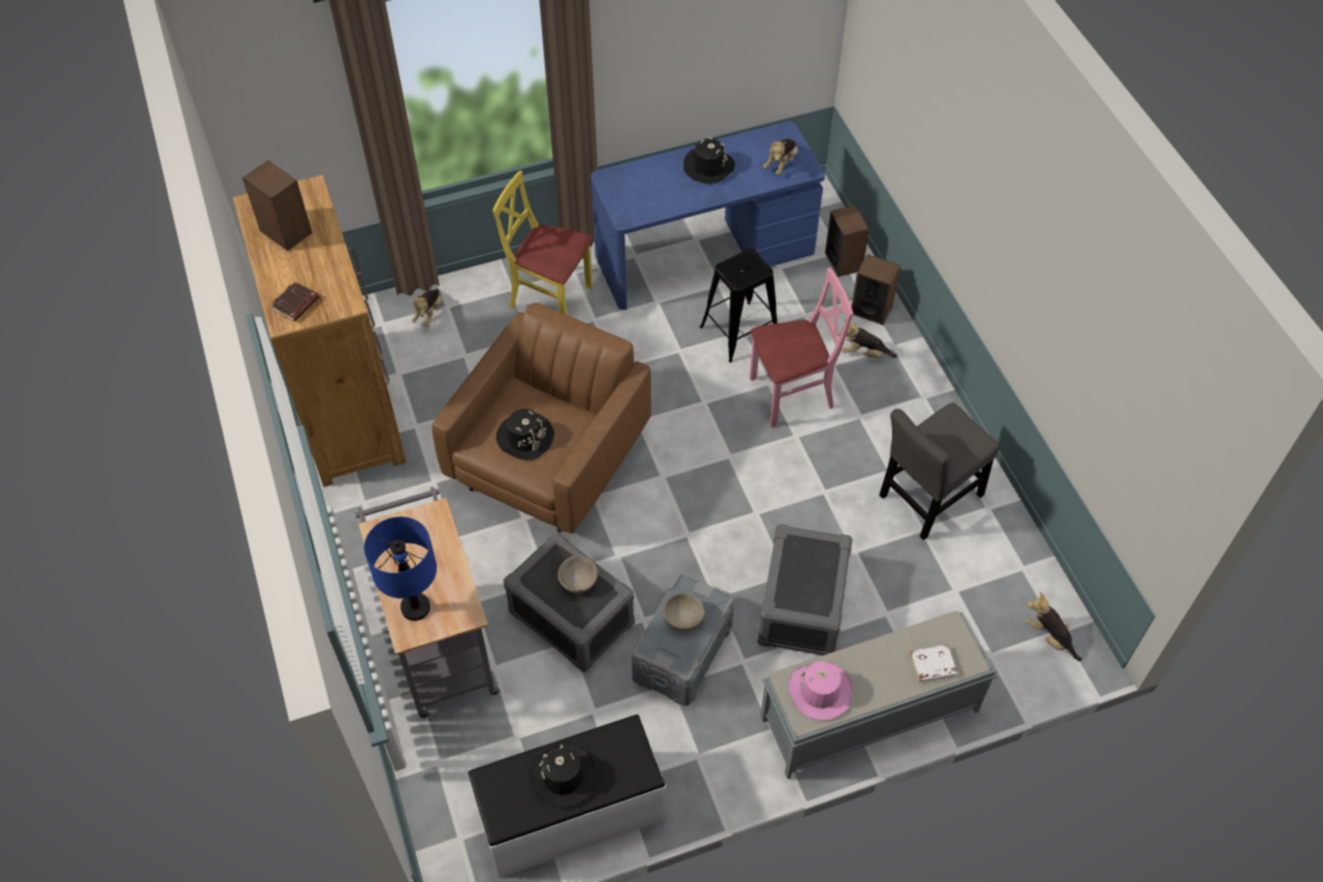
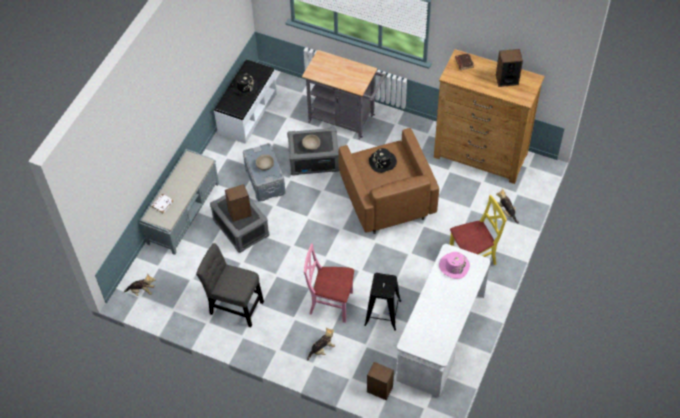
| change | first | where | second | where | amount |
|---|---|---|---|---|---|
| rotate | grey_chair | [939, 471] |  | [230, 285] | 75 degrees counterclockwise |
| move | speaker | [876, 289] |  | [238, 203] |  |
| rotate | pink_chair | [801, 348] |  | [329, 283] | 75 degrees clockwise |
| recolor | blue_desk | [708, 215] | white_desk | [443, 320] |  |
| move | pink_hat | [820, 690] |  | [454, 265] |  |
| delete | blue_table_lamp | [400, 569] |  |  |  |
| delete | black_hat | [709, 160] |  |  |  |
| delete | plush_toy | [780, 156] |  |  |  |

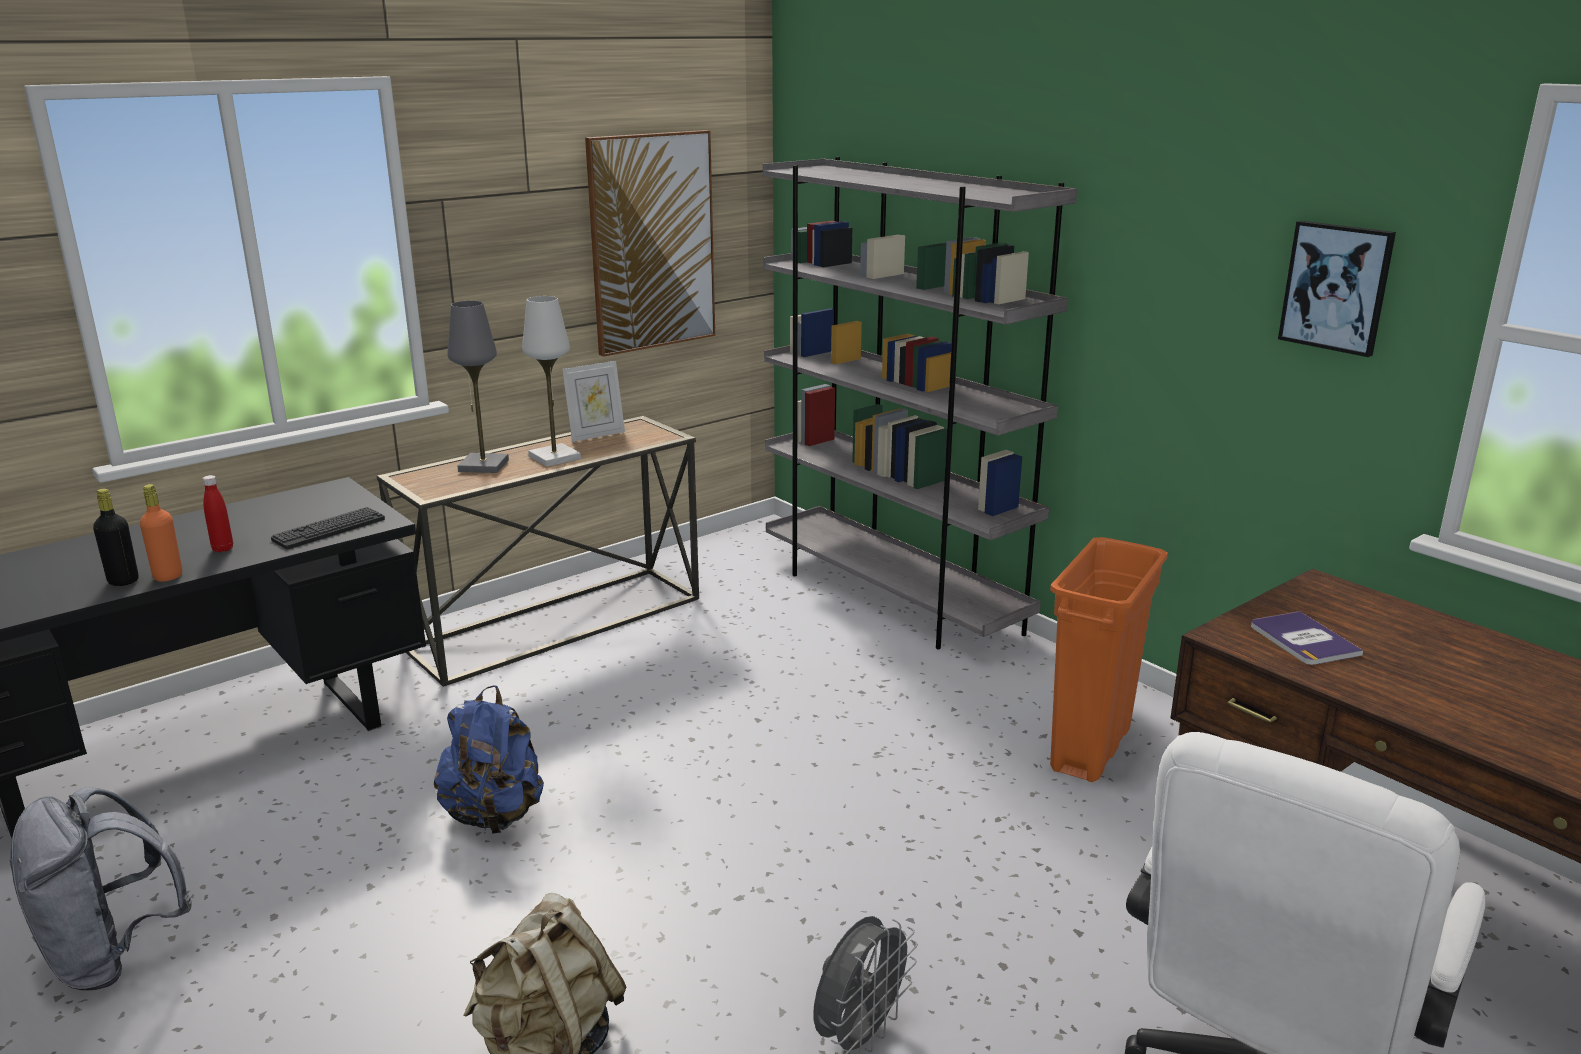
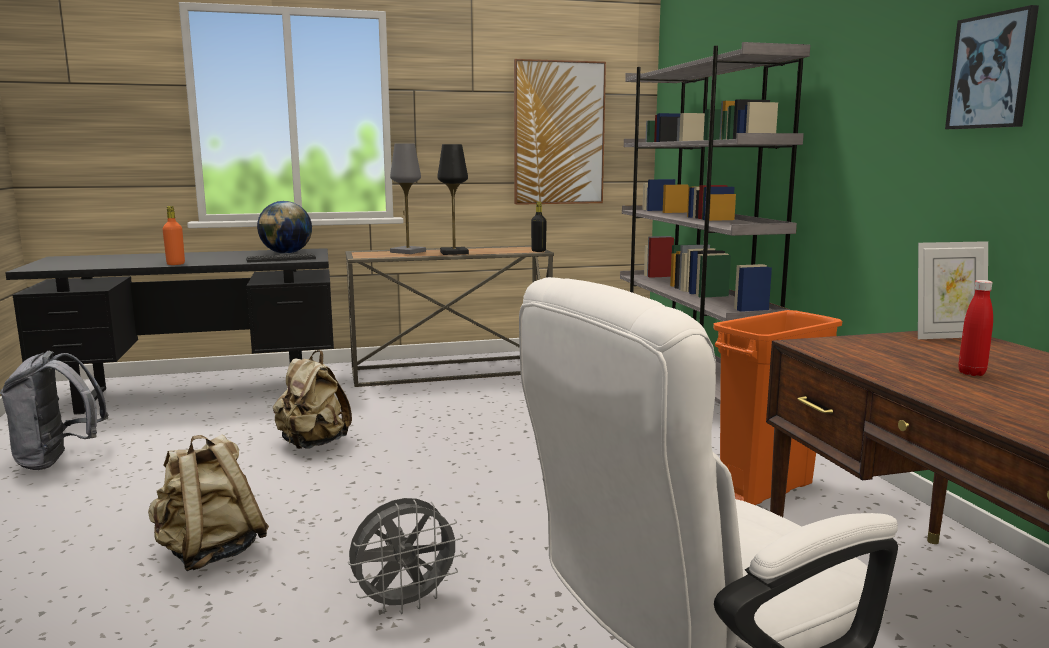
| change | first | where | second | where | amount |
|---|---|---|---|---|---|
| insert |  |  | globe | [284, 227] |  |
| recolor | blue_backpack | [489, 759] | beige_backpack | [312, 399] |  |
| recolor | white_table_lamp | [551, 381] | black_table_lamp | [453, 199] |  |
| move | black_bottle | [116, 537] |  | [539, 227] |  |
| move | picture_frame | [593, 401] |  | [953, 290] |  |
| move | red_bottle | [217, 513] |  | [975, 328] |  |
| delete | book | [1307, 638] |  |  |  |

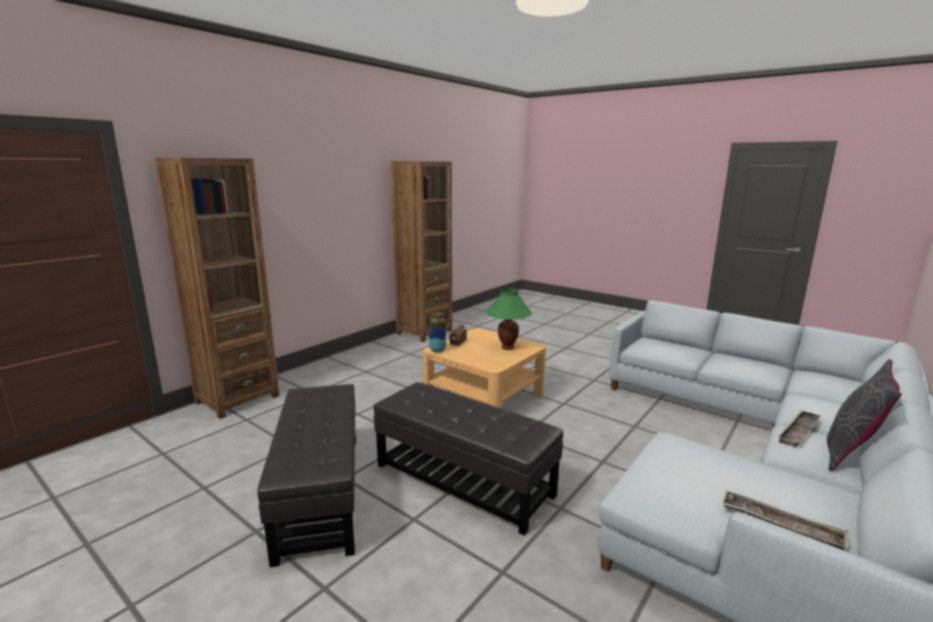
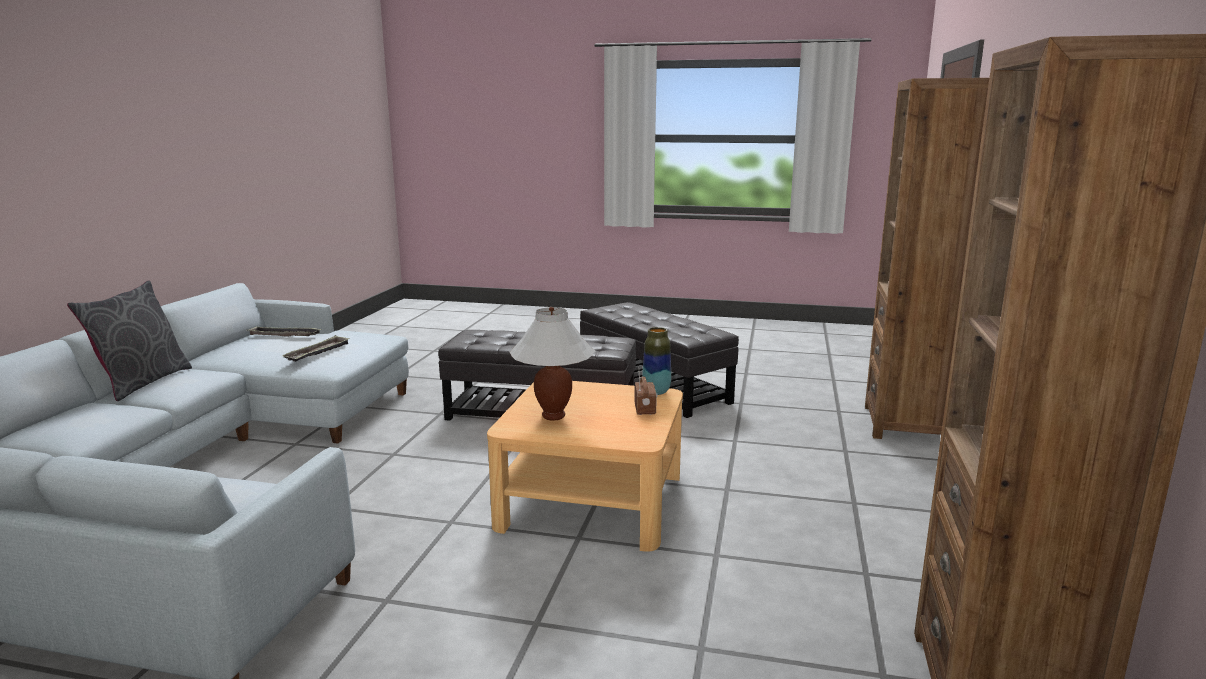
| change | first | where | second | where | amount |
|---|---|---|---|---|---|
| move | tray | [799, 428] |  | [316, 348] |  |
| recolor | green_table_lamp | [509, 319] | white_table_lamp | [552, 363] |  |

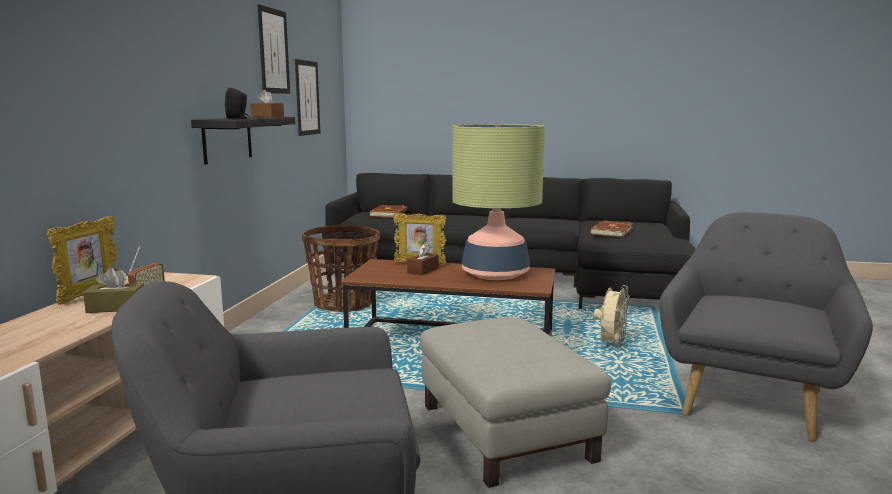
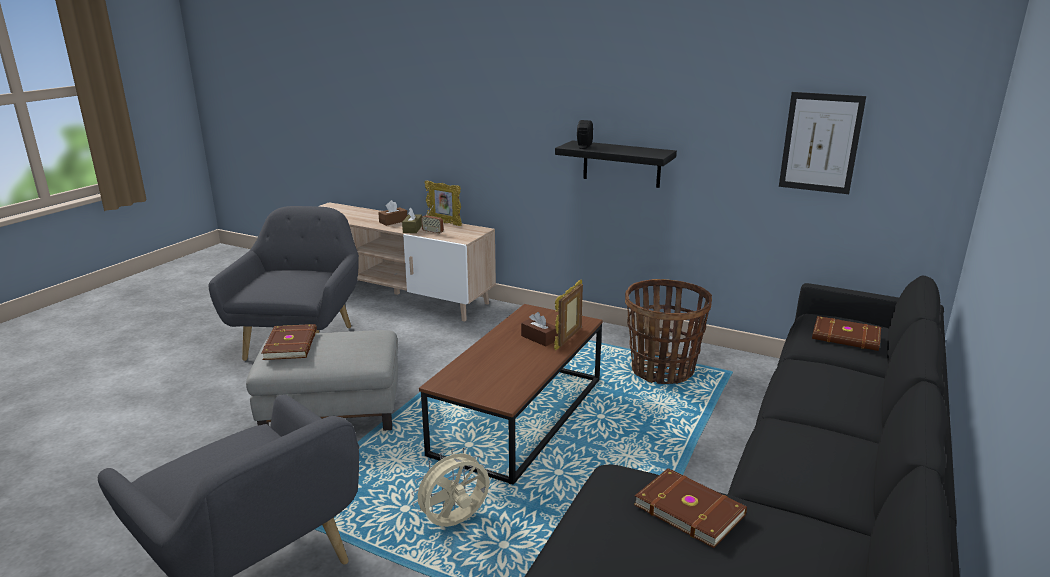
| change | first | where | second | where | amount |
|---|---|---|---|---|---|
| insert |  |  | brown_book | [289, 342] |  |
| move | brown_tissue_box | [267, 103] |  | [392, 213] |  |
| rotate | beige_fan | [612, 317] |  | [450, 487] | 105 degrees clockwise |
| delete | picture | [273, 49] |  |  |  |
| delete | table_lamp | [498, 202] |  |  |  |

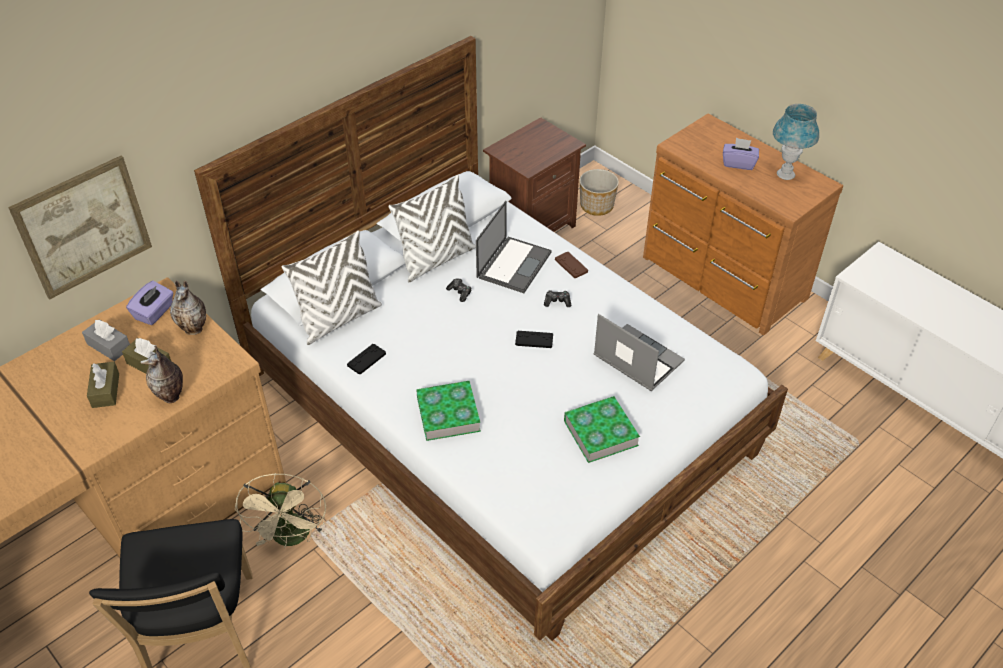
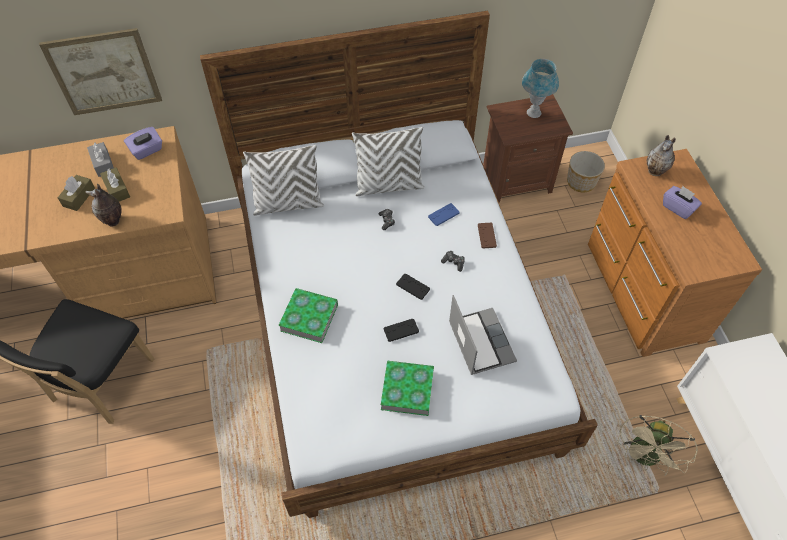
| change | first | where | second | where | amount |
|---|---|---|---|---|---|
| move | black_game_controller | [366, 359] |  | [401, 330] |  |
| replace | laptop | [514, 247] | blue_game_controller | [443, 214] |  |
| move | blue_table_lamp | [796, 142] |  | [540, 88] |  |
| move | beige_fan | [280, 510] |  | [657, 445] |  |
| move | vase | [188, 307] |  | [661, 155] |  |

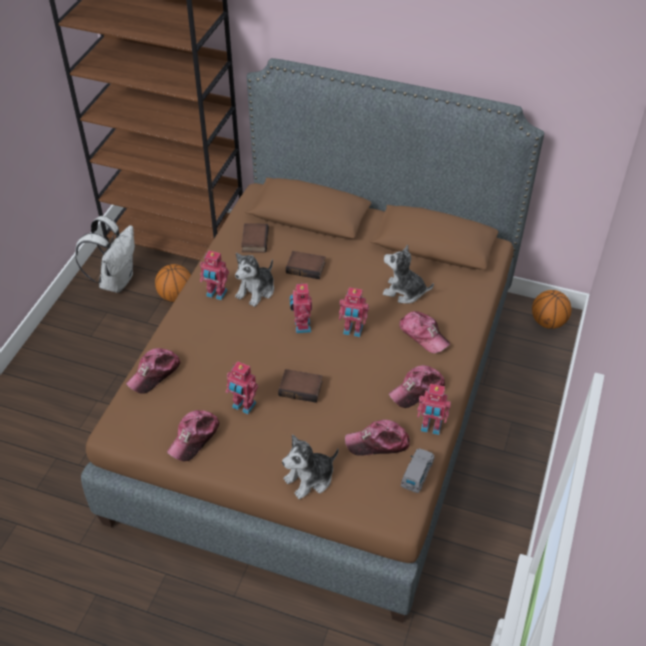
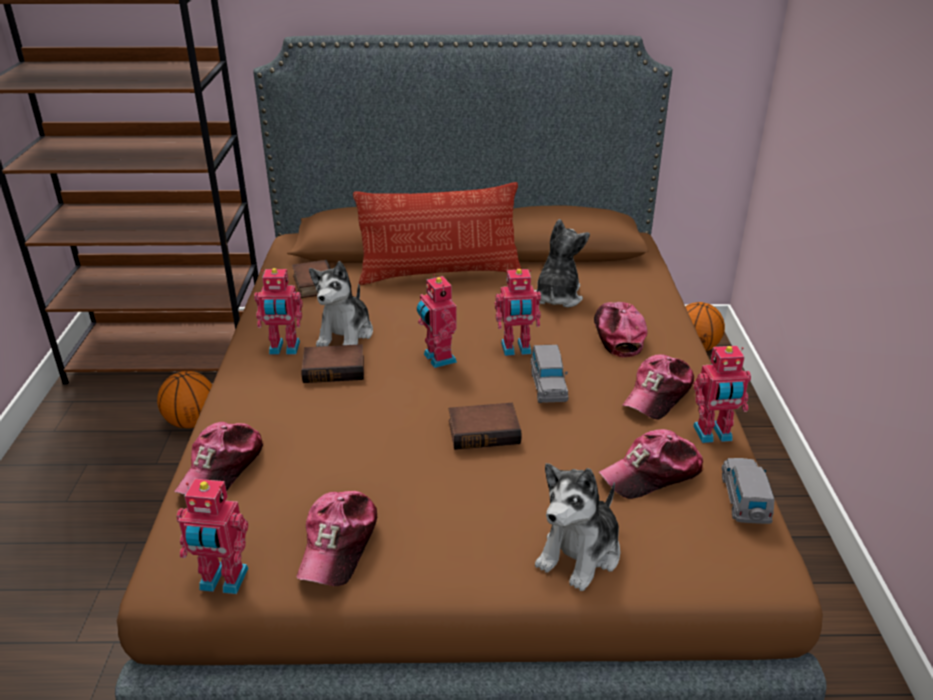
| change | first | where | second | where | amount |
|---|---|---|---|---|---|
| move | toy_robot | [242, 387] |  | [212, 536] |  |
| move | book | [306, 265] |  | [332, 363] |  |
| insert |  |  | pillow | [437, 233] |  |
| insert |  |  | grey_toy_car | [549, 374] |  |
| rotate | plush_toy | [408, 273] |  | [562, 263] | 105 degrees clockwise |
| rotate | cap | [424, 332] |  | [621, 330] | 120 degrees counterclockwise |
| delete | white_backpack | [105, 254] |  |  |  |

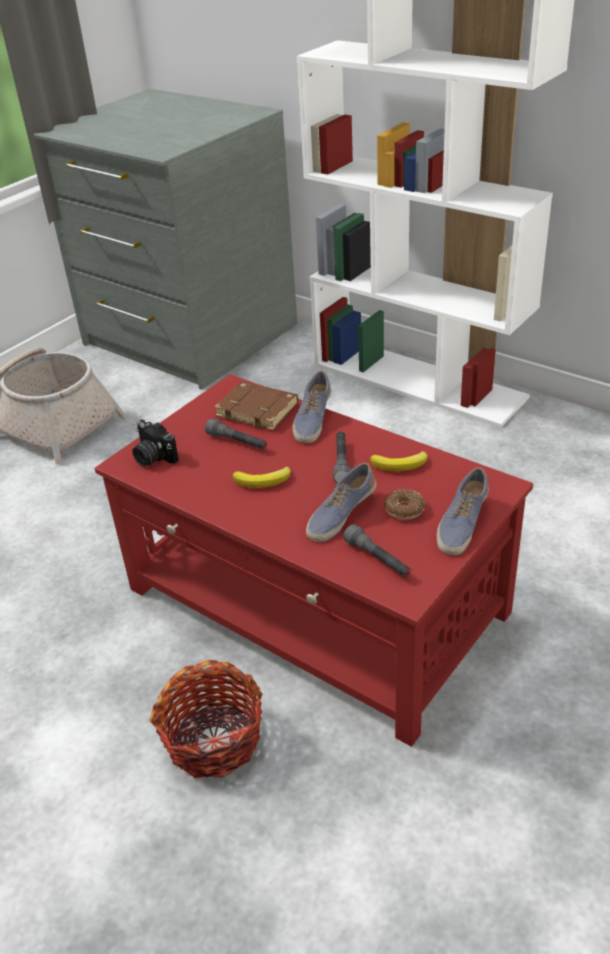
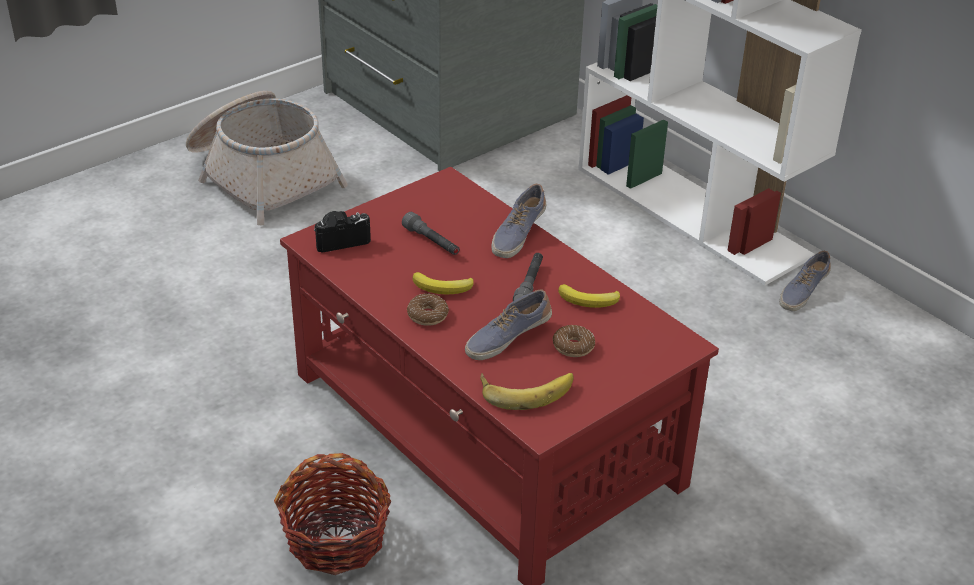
| change | first | where | second | where | amount |
|---|---|---|---|---|---|
| rotate | photo_camera | [155, 443] |  | [342, 231] | 105 degrees clockwise |
| insert |  |  | donut | [428, 310] |  |
| replace | grey_flashlight | [377, 550] | banana | [527, 391] |  |
| move | shoe | [463, 511] |  | [805, 281] |  |
| delete | brown_book | [256, 406] |  |  |  |

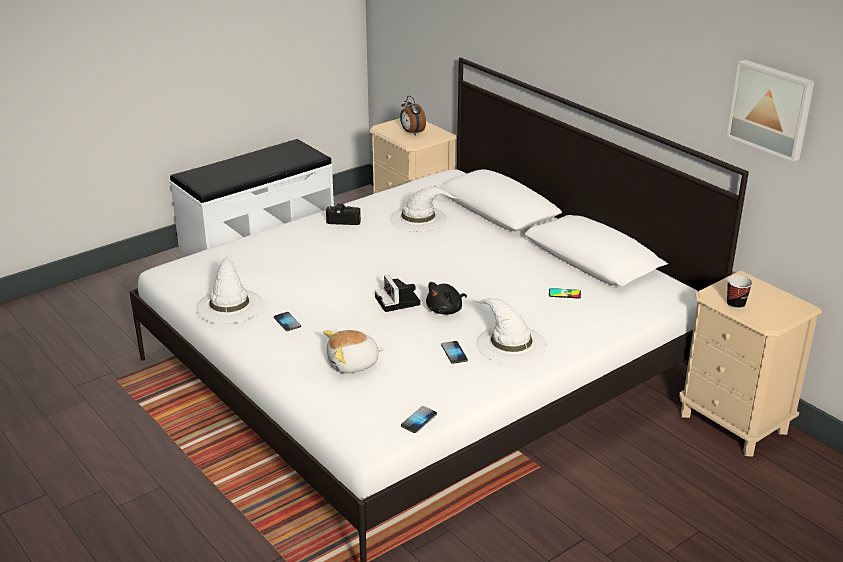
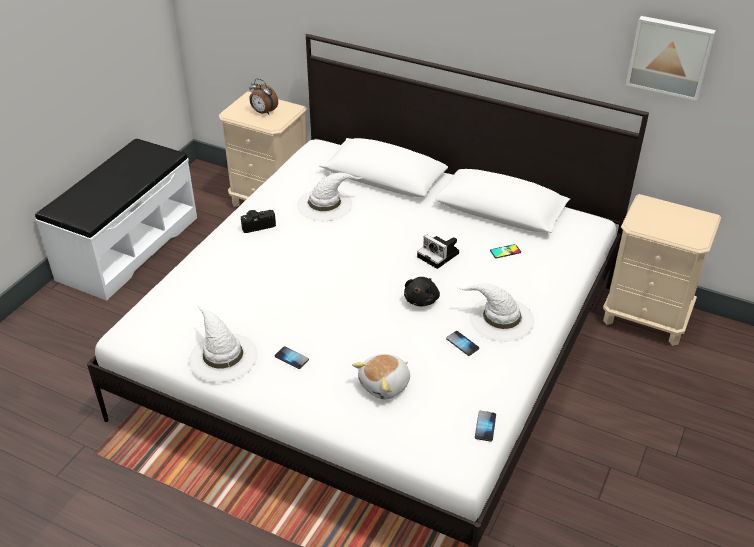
| change | first | where | second | where | amount |
|---|---|---|---|---|---|
| move | photo_camera | [397, 293] |  | [438, 251] |  |
| delete | cup | [740, 292] |  |  |  |

